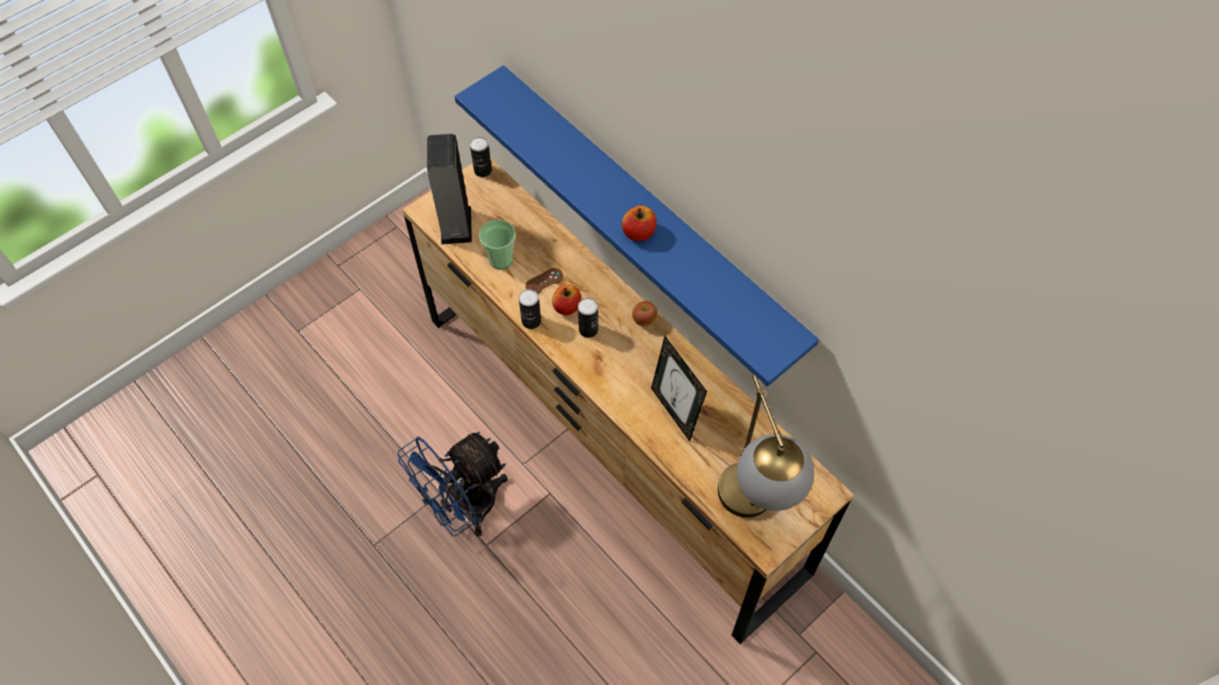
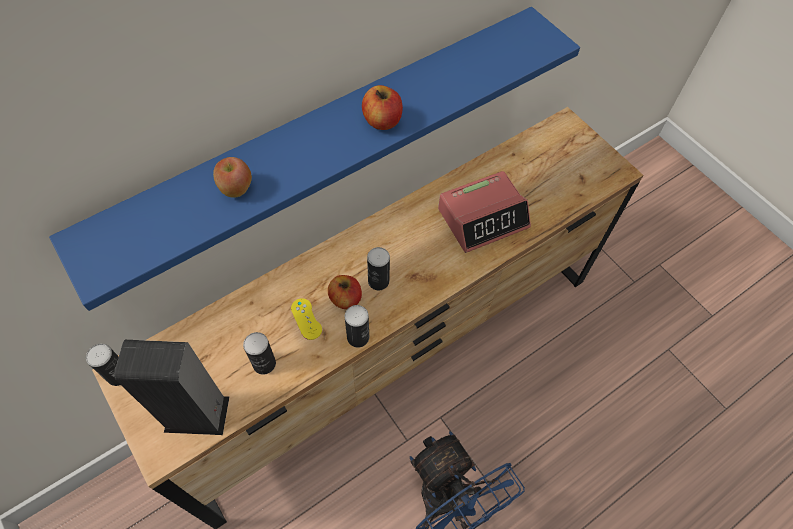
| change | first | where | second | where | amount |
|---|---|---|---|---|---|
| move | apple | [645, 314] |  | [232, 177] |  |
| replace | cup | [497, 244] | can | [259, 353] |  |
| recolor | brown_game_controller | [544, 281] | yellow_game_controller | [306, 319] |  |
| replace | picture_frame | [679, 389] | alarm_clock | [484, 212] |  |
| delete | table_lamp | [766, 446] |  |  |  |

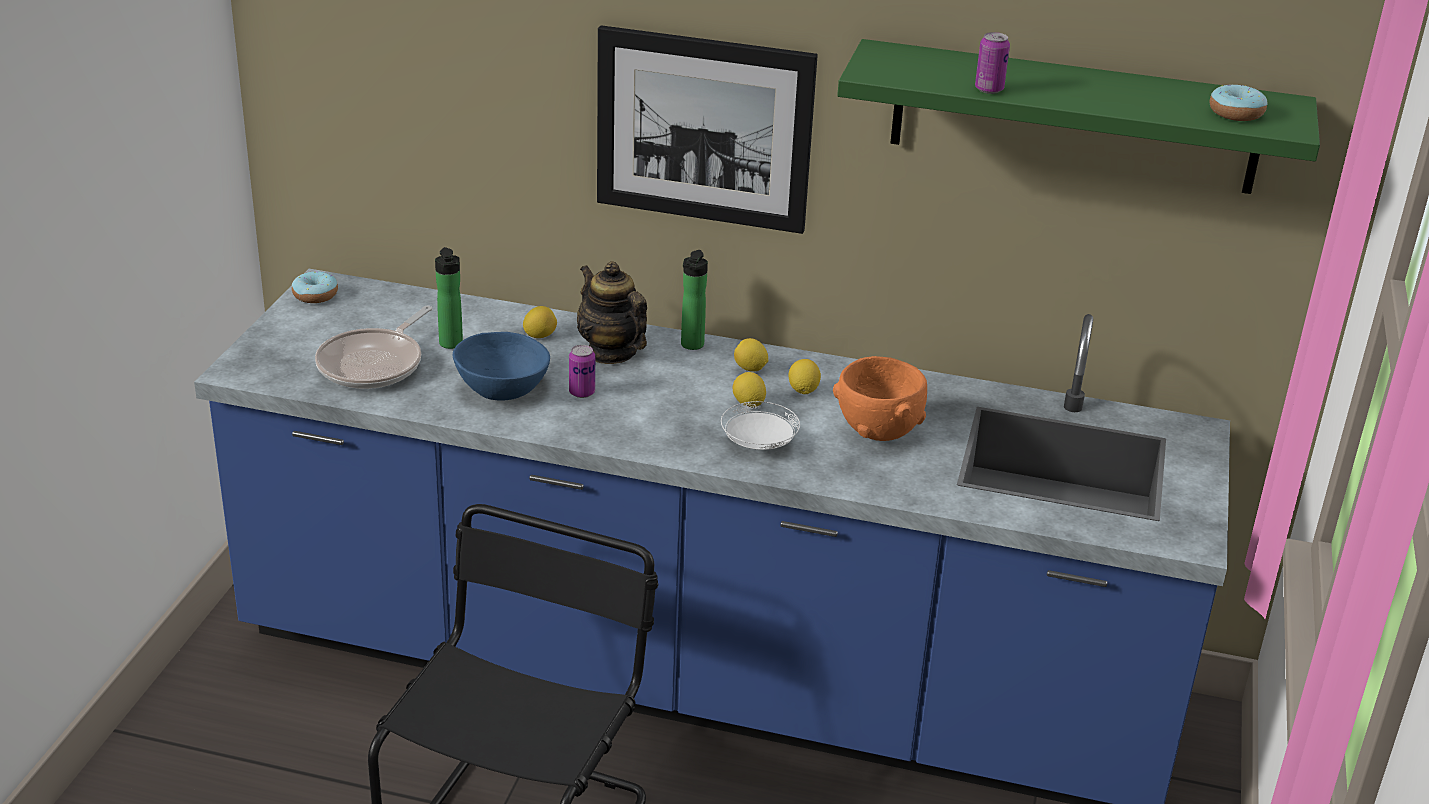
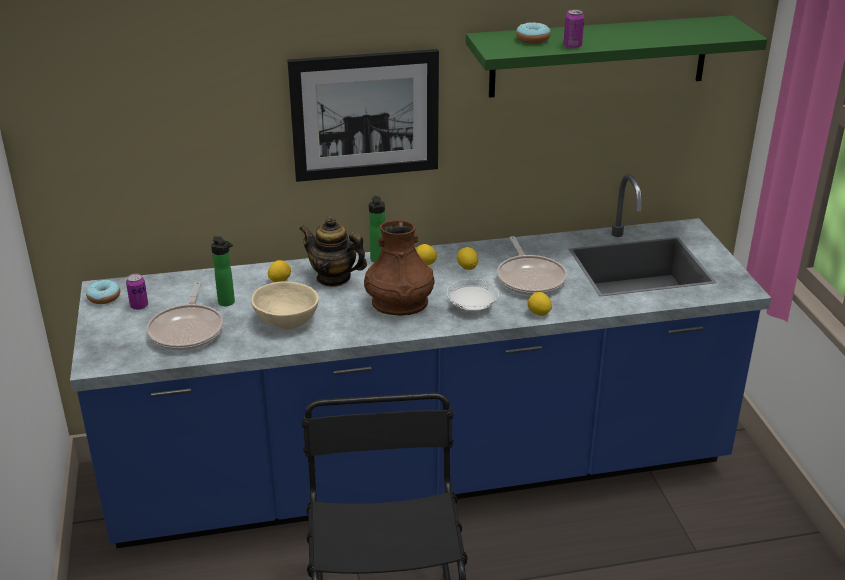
| change | first | where | second | where | amount |
|---|---|---|---|---|---|
| move | can | [582, 371] |  | [137, 291] |  |
| recolor | blue_bowl | [501, 366] | beige_bowl | [285, 305] |  |
| insert |  |  | brown_vase | [399, 268] |  |
| replace | orange_bowl | [880, 398] | frying_pan | [532, 266] |  |
| move | donut | [1239, 103] |  | [533, 33] |  |
| move | lemon | [749, 389] |  | [540, 304] |  |

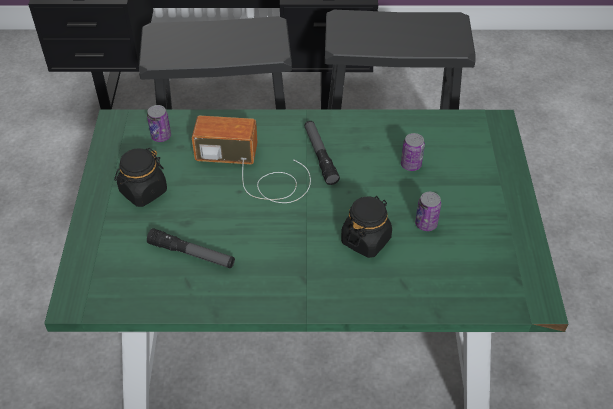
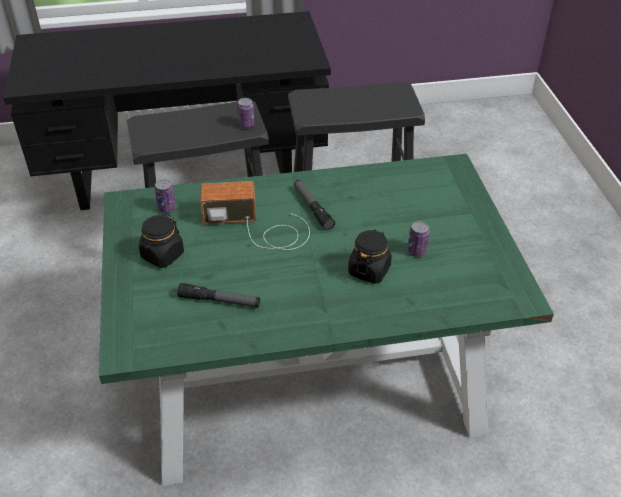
| change | first | where | second | where | amount |
|---|---|---|---|---|---|
| move | can | [413, 152] |  | [246, 113] |  |

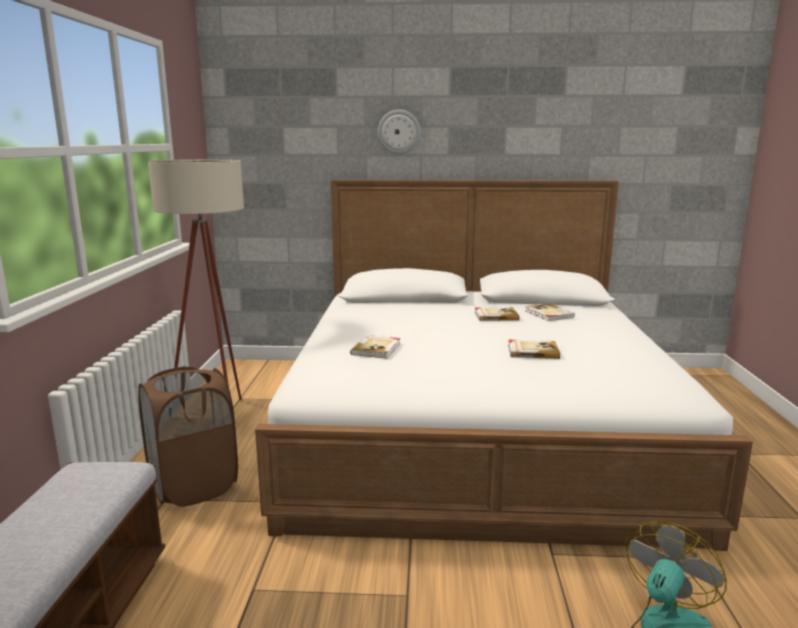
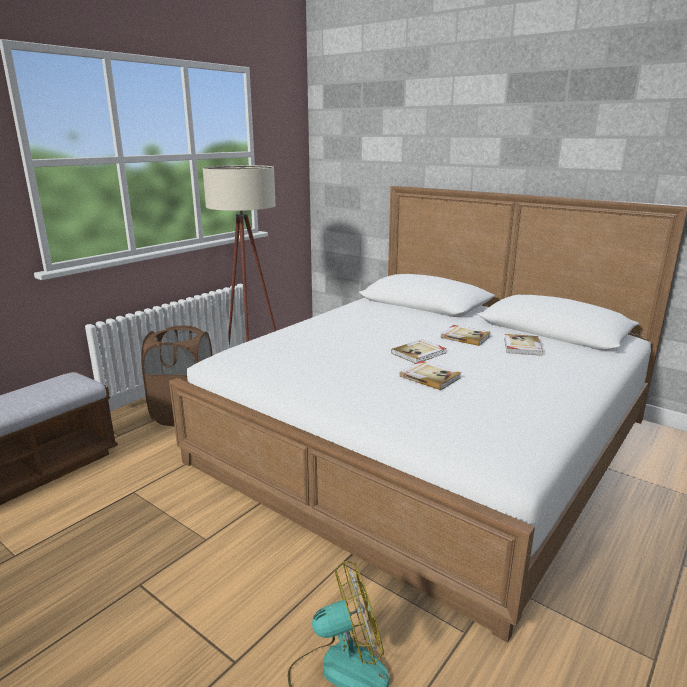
| change | first | where | second | where | amount |
|---|---|---|---|---|---|
| move | book | [375, 347] |  | [418, 351] |  |
| delete | wall_clock | [399, 132] |  |  |  |

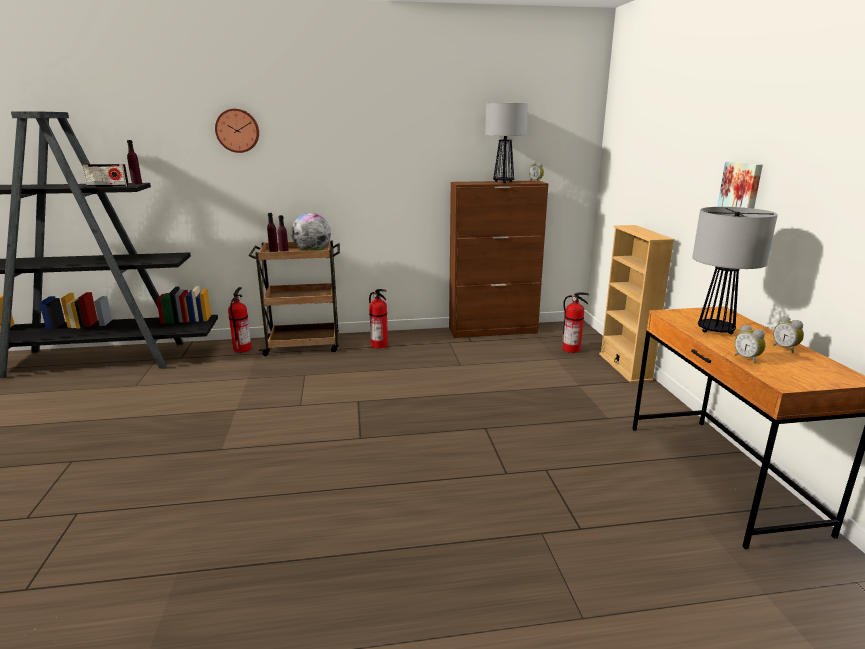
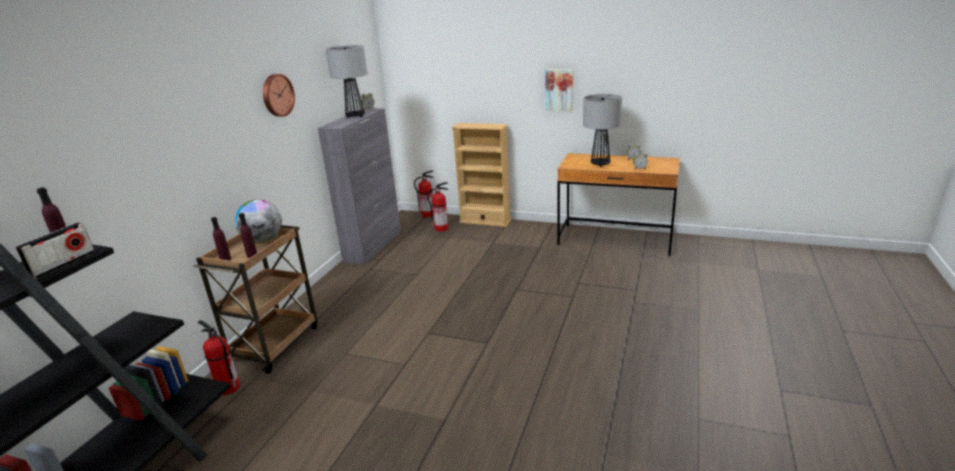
| change | first | where | second | where | amount |
|---|---|---|---|---|---|
| move | wall_clock | [237, 131] |  | [279, 95] |  |
| recolor | brown_cabinet | [498, 259] | grey_cabinet | [359, 186] |  |
| move | fire_extinguisher | [378, 318] |  | [424, 194] |  |

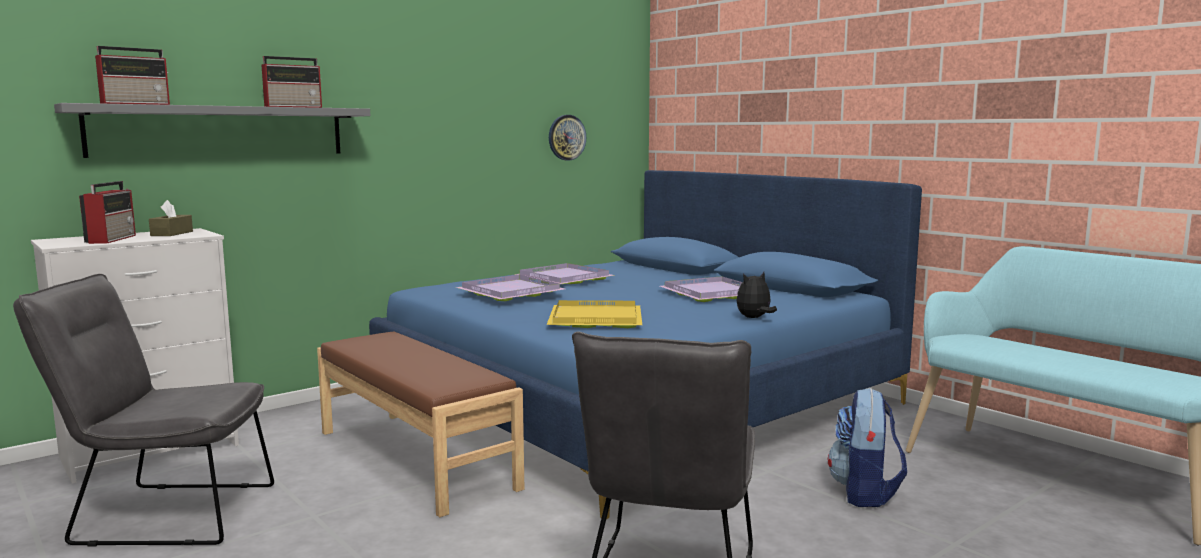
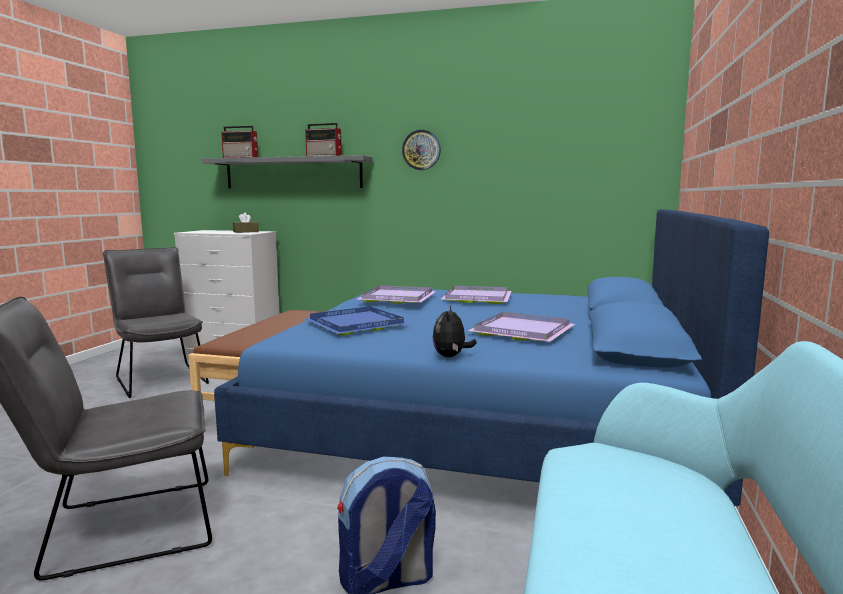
| change | first | where | second | where | amount |
|---|---|---|---|---|---|
| recolor | yellow_tray | [594, 314] | blue_tray | [357, 321] |  |
| move | wall_clock | [567, 137] |  | [421, 150] |  |
| rotate | plush_toy | [757, 295] |  | [454, 331] | 105 degrees counterclockwise |
| delete | radio | [107, 212] |  |  |  |

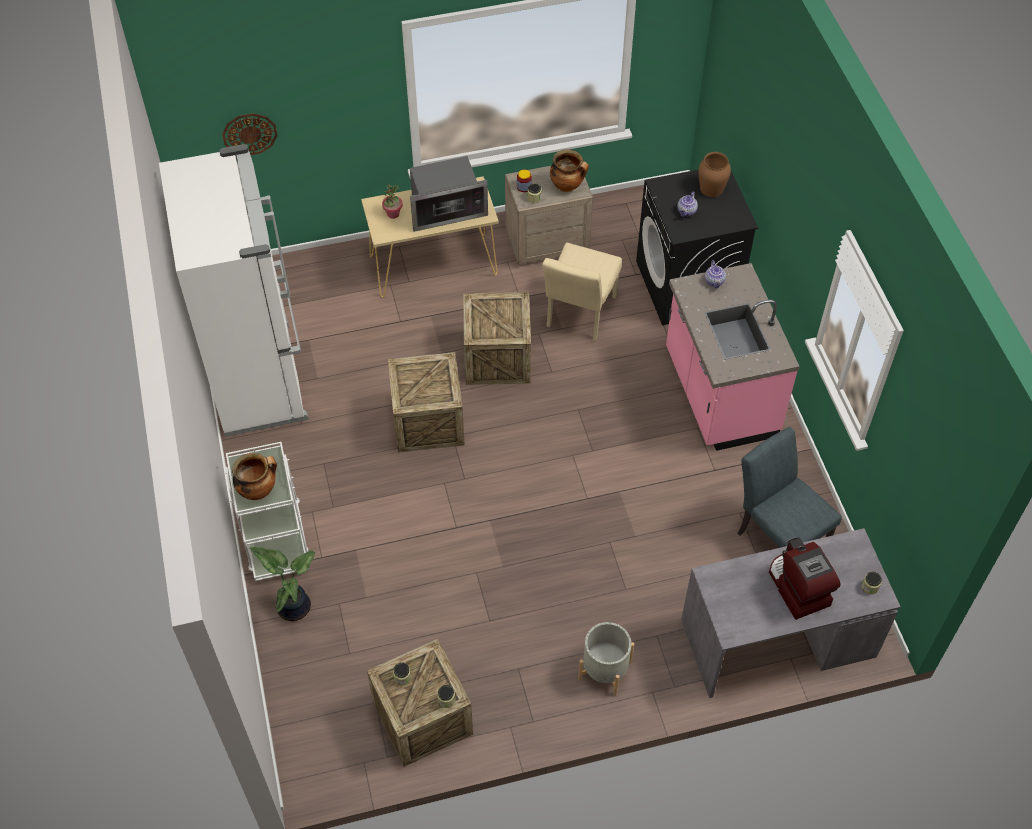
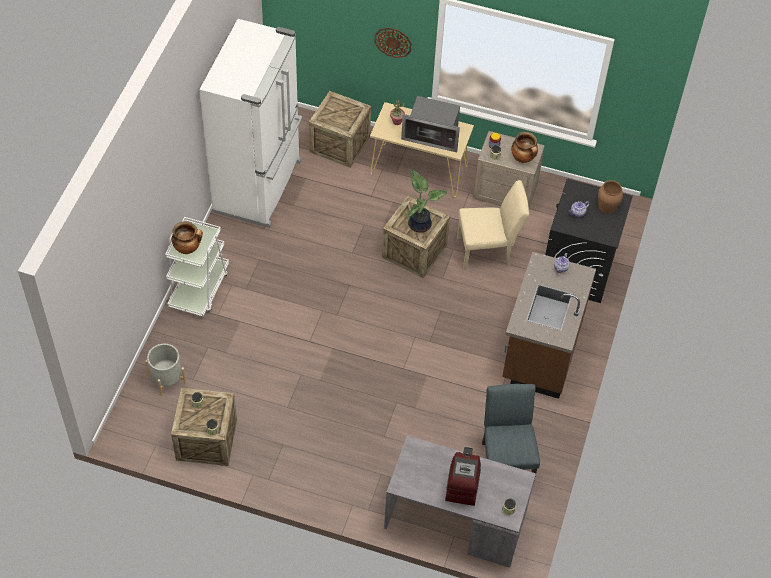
| change | first | where | second | where | amount |
|---|---|---|---|---|---|
| move | grey_planter | [606, 659] |  | [165, 370] |  |
| move | crate | [426, 402] |  | [340, 129] |  |
| move | wall_clock | [250, 134] |  | [393, 43] |  |
| move | potted_plant | [282, 584] |  | [426, 201] |  |
| rotate | beige_chair | [582, 292] |  | [493, 225] | 150 degrees counterclockwise |
| recolor | pink_counter | [733, 357] | brown_counter | [549, 325] |  |

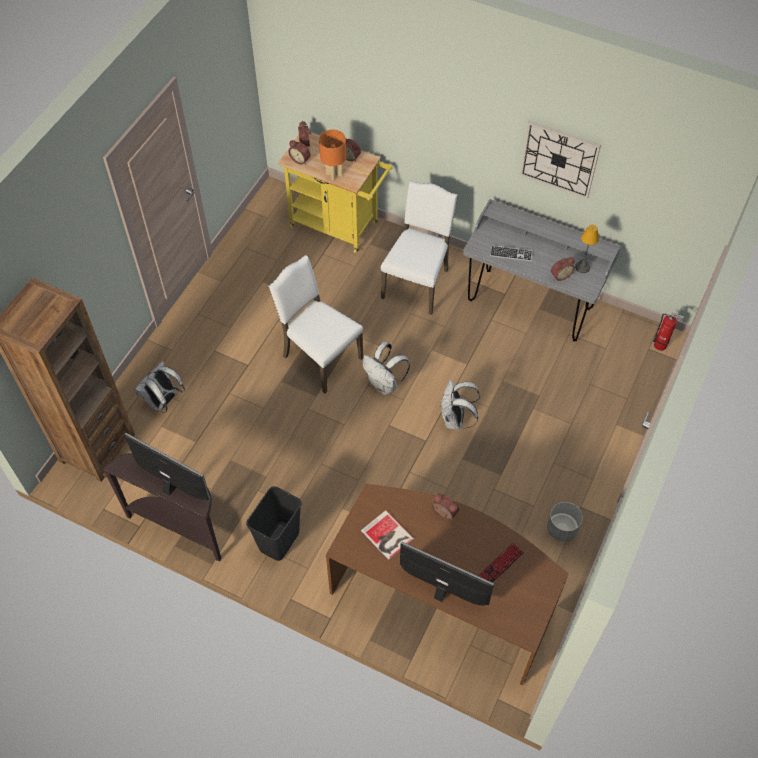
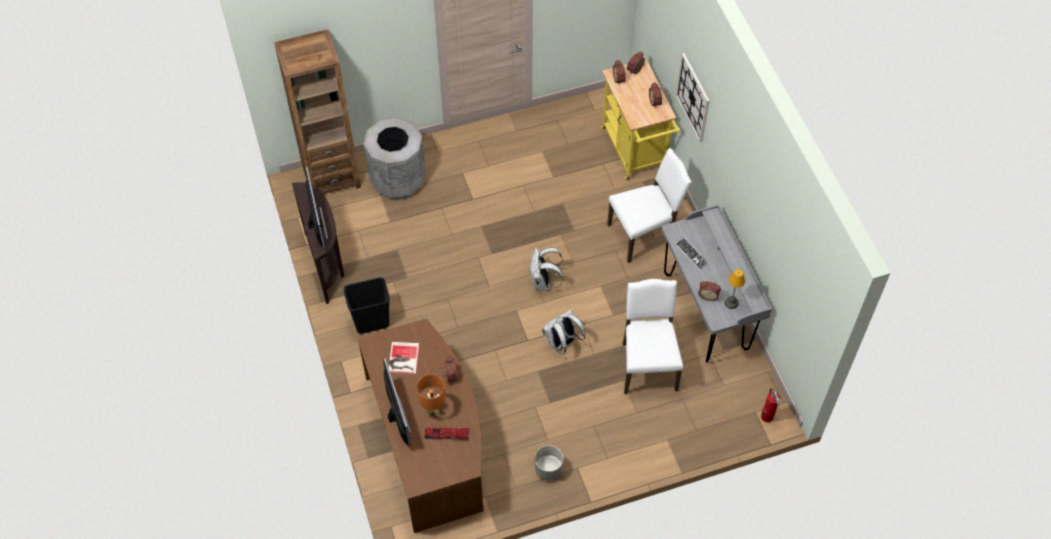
| change | first | where | second | where | amount |
|---|---|---|---|---|---|
| replace | white_backpack | [160, 387] | grey_trash_can | [395, 158] |  |
| move | orange_table_lamp | [333, 154] |  | [431, 395] |  |
| move | white_chair | [315, 324] |  | [653, 336] |  |
| move | wall_clock | [560, 159] |  | [693, 97] |  |

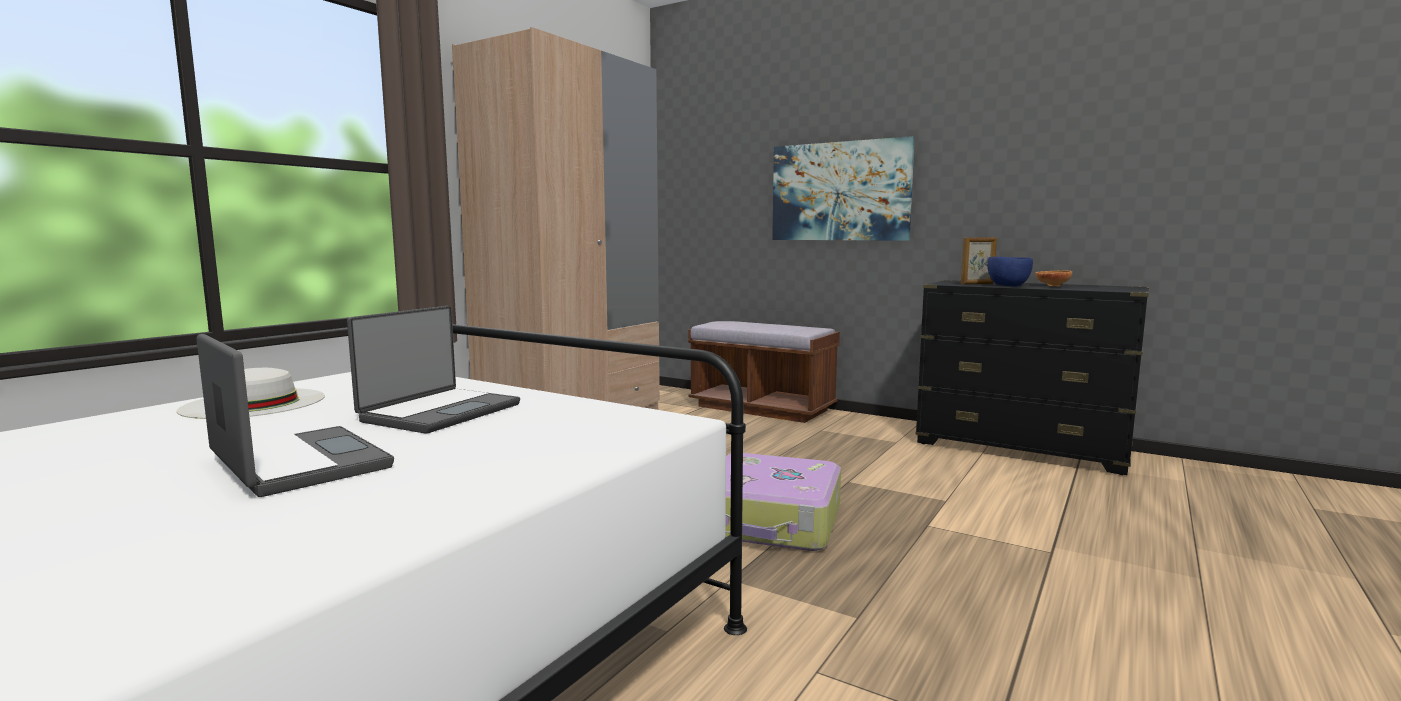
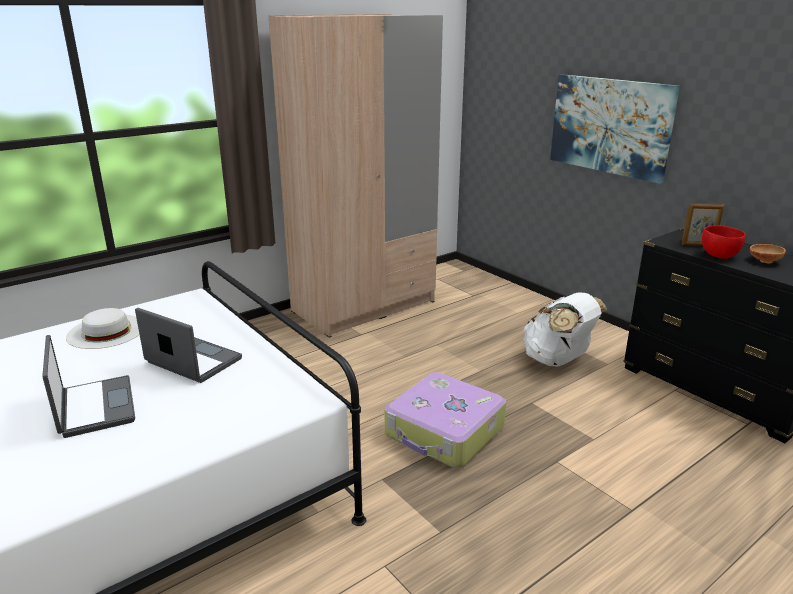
| change | first | where | second | where | amount |
|---|---|---|---|---|---|
| rotate | laptop | [433, 369] |  | [188, 345] | 105 degrees counterclockwise |
| insert |  |  | white_backpack | [565, 329] |  |
| recolor | blue_bowl | [1010, 272] | red_bowl | [724, 242] |  |
| delete | brown_bench | [764, 372] |  |  |  |

